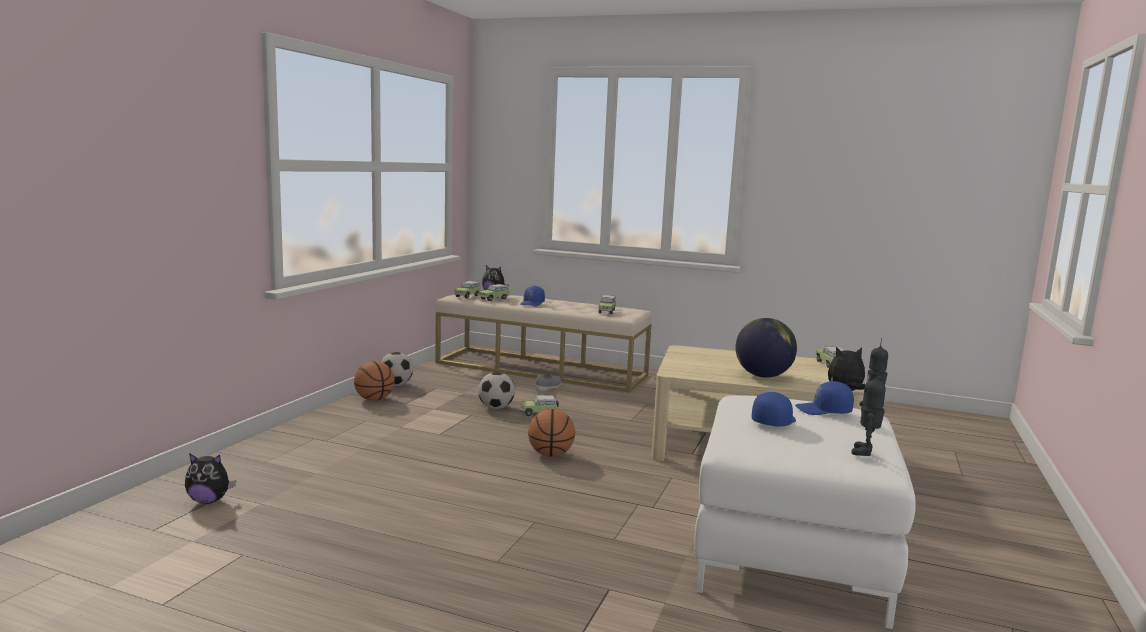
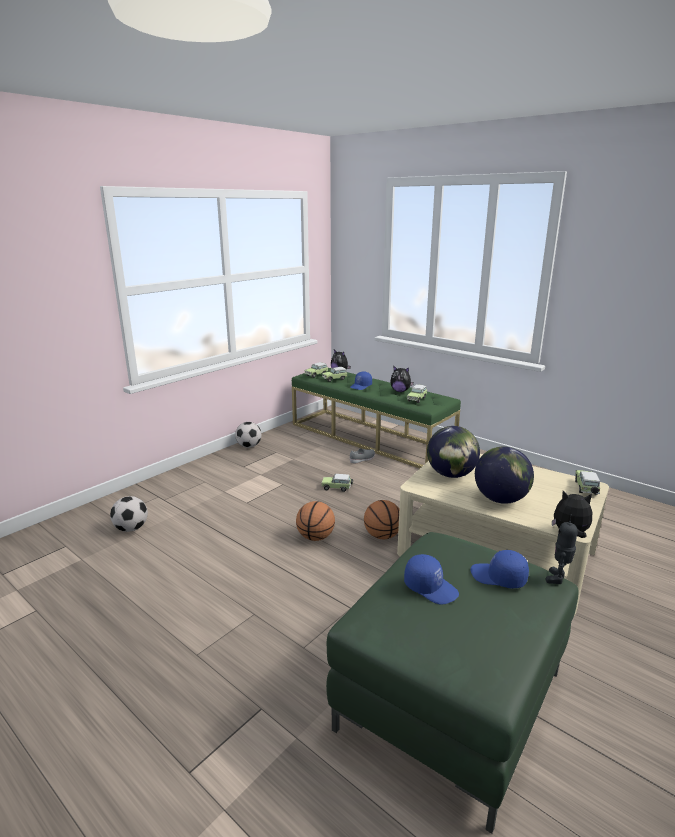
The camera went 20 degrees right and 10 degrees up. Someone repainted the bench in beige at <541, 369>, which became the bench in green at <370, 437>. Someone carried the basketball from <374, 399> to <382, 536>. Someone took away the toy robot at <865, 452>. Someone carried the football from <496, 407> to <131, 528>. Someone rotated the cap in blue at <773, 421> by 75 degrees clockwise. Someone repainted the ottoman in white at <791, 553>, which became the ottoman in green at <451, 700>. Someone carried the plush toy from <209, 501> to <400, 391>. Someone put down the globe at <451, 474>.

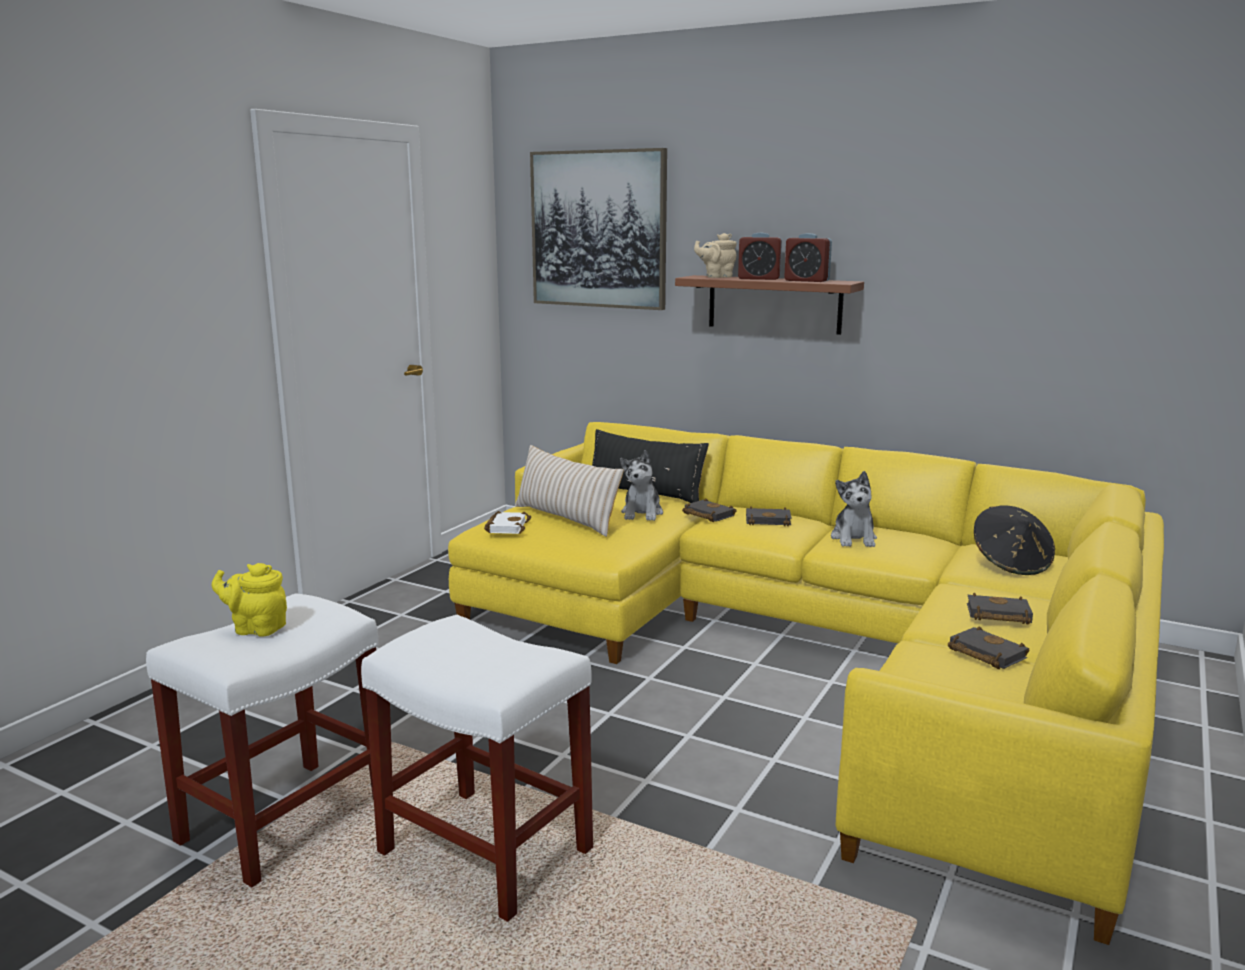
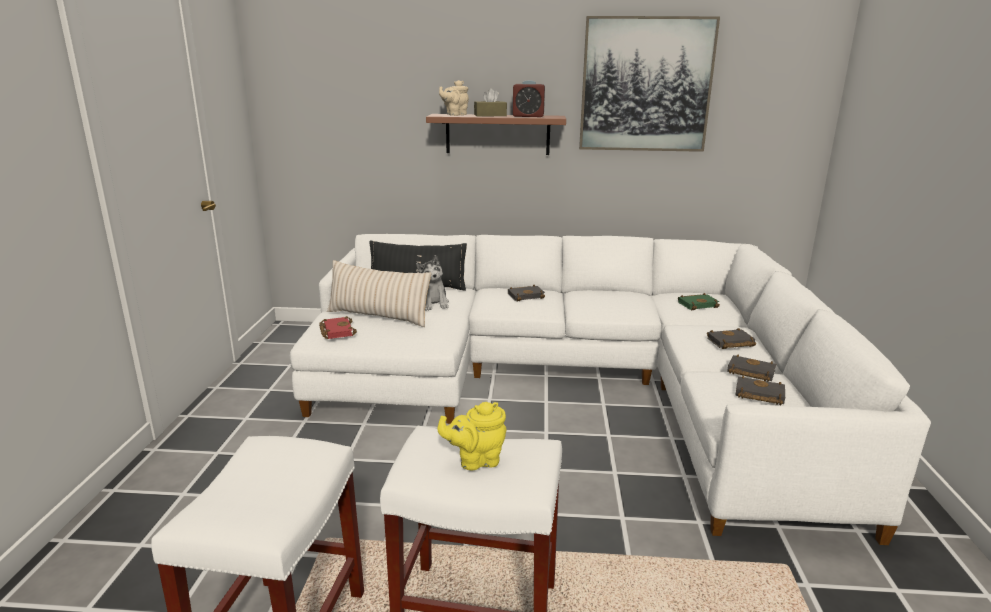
The camera went 25 degrees left and 5 degrees up. Someone carried the picture from <598, 229> to <646, 85>. Someone swapped the alarm clock at <759, 278> for the tissue box in brown at <490, 115>. Someone repainted the sofa in yellow at <813, 652>, which became the sofa in white at <576, 384>. Someone took away the plush toy at <854, 538>. Someone carried the book in black from <706, 515> to <758, 395>. Someone swapped the hat in black at <1011, 564> for the book in green at <697, 304>. Someone repainted the book in white at <506, 527>, which became the book in red at <336, 331>. Someone carried the teapot in yellow from <256, 628> to <476, 460>.

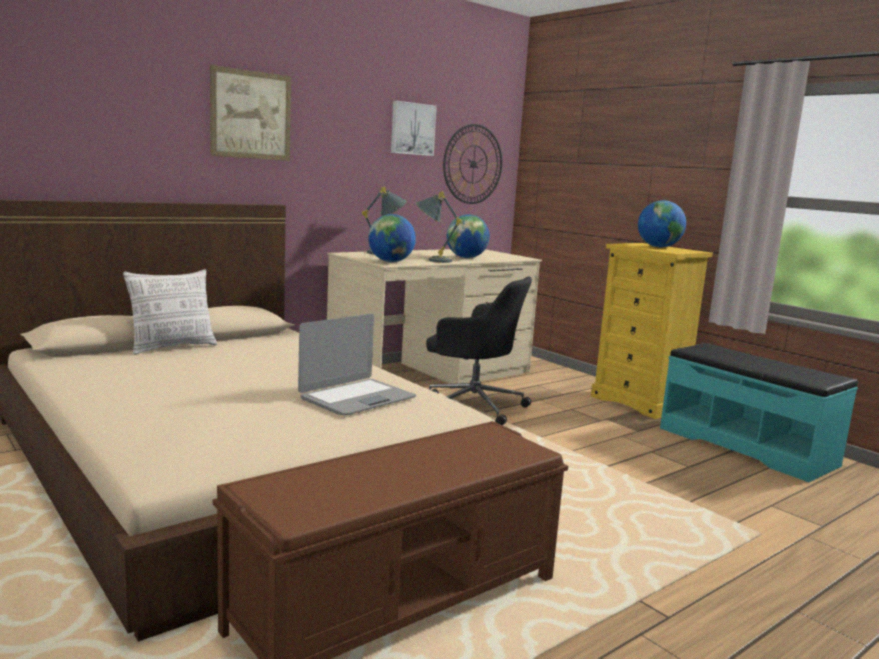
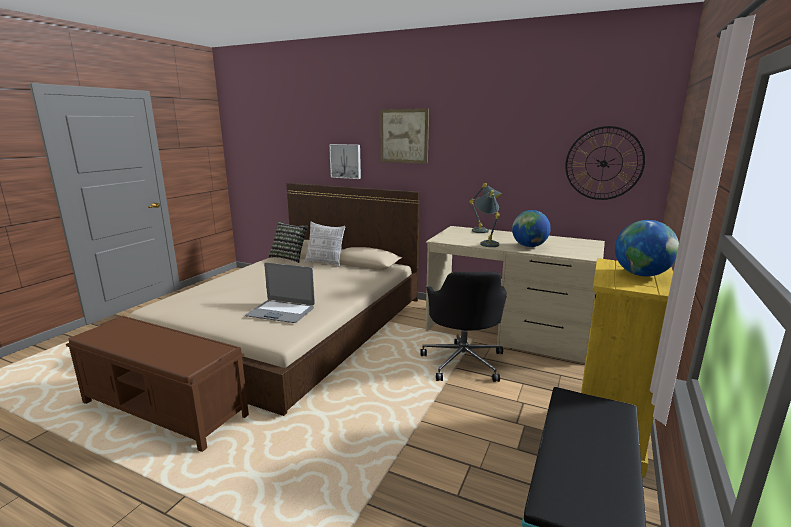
The camera went 65 degrees right and 5 degrees up. Someone carried the picture from <412, 129> to <346, 161>. Someone took away the globe at <390, 262>. Someone put down the pillow at <289, 257>.

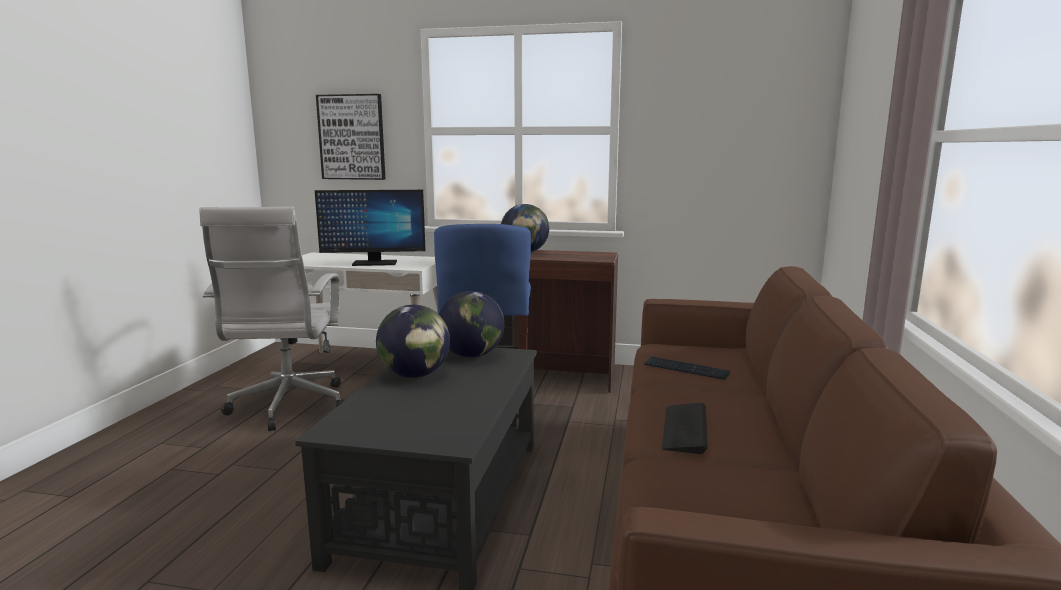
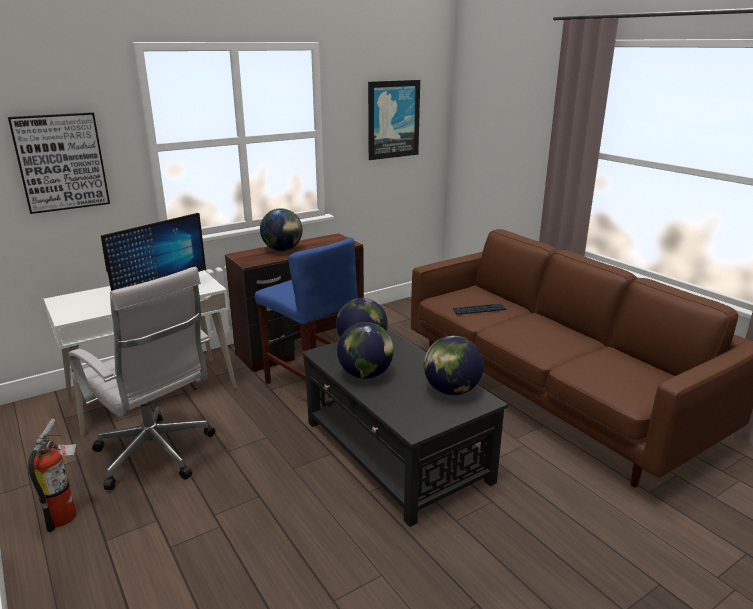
The camera went 45 degrees left and 10 degrees up. Someone took away the keyboard at <685, 429>. Someone put up the picture at <393, 119>. Someone put down the globe at <451, 390>. Someone put down the fire extinguisher at <66, 514>.

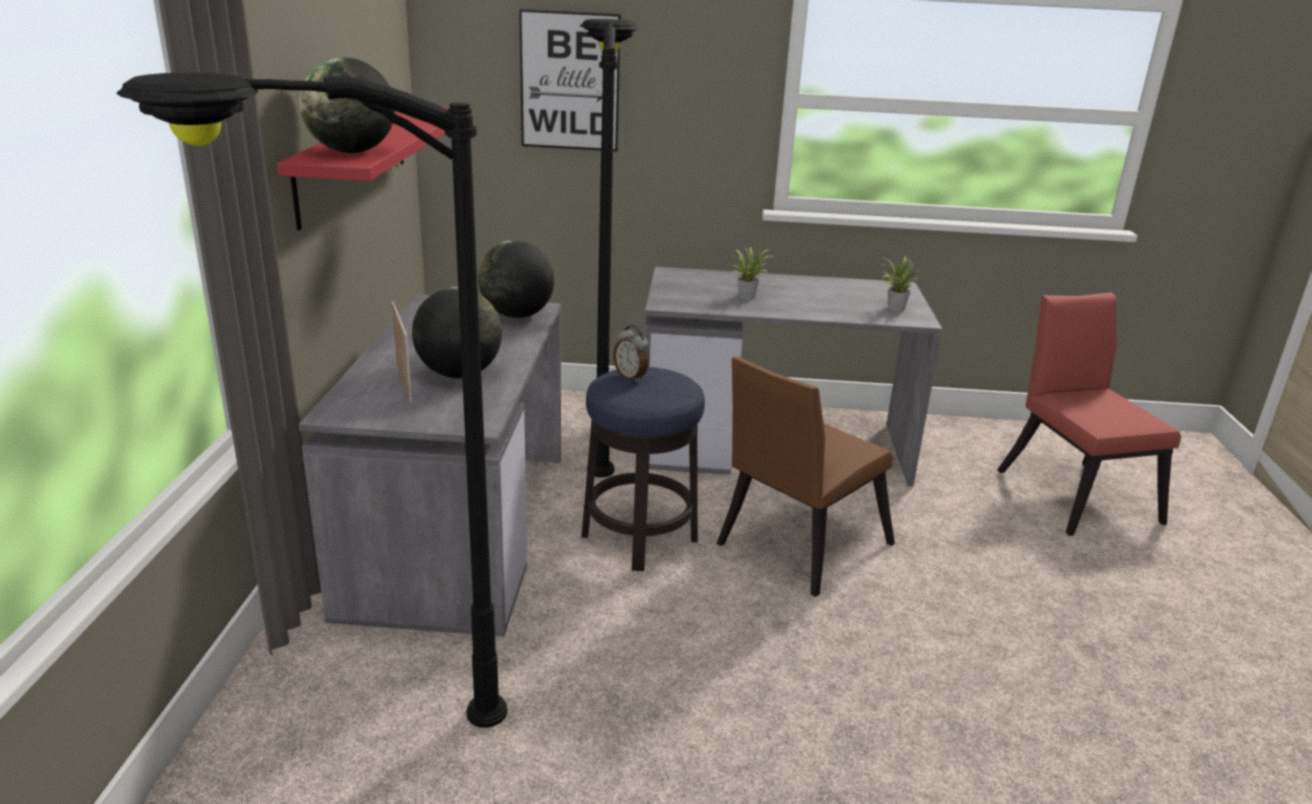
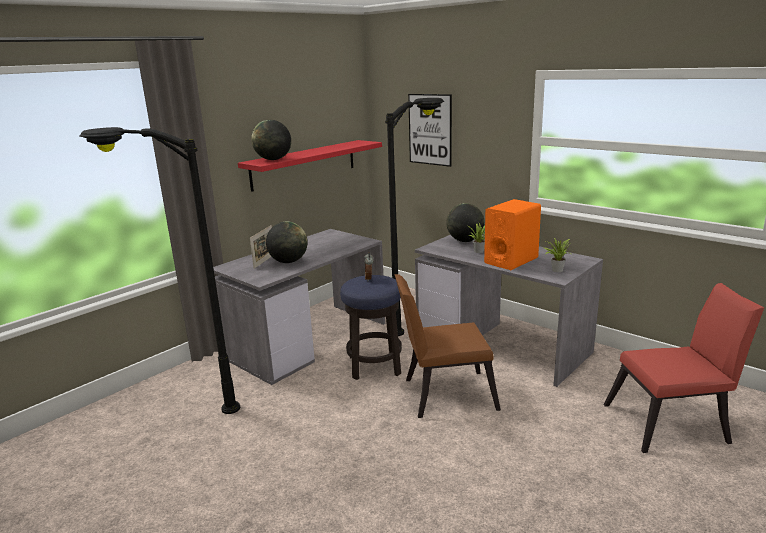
The camera went 40 degrees right and 5 degrees down. Someone carried the globe from <517, 315> to <465, 241>. Someone rotated the chair in red at <1073, 492> by 60 degrees clockwise. Someone put down the speaker in orange at <511, 260>.

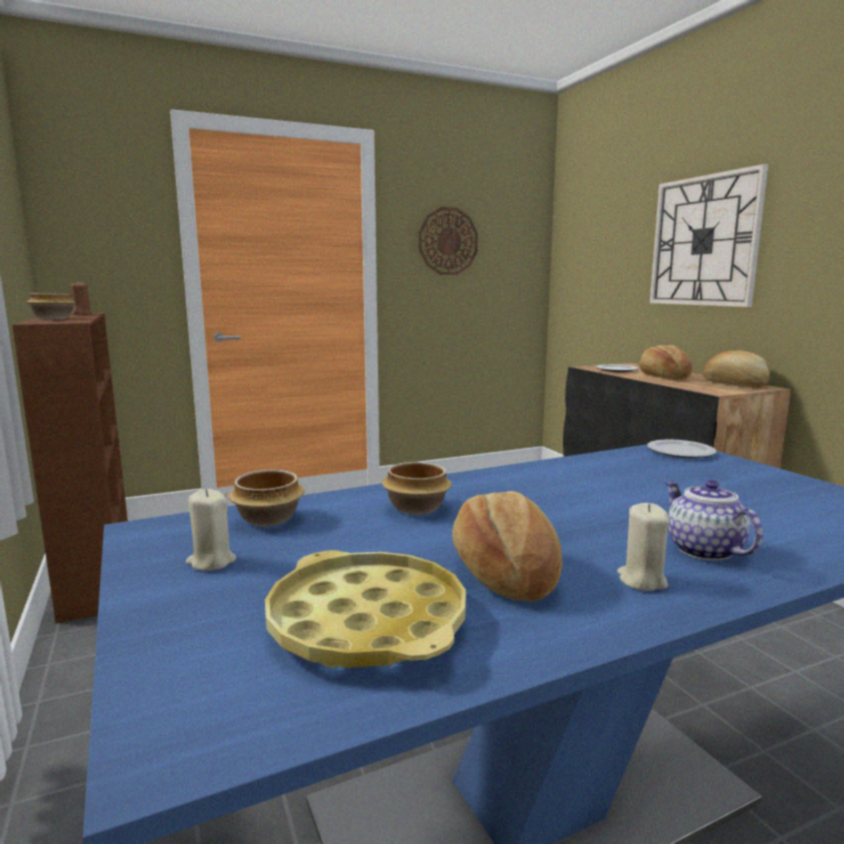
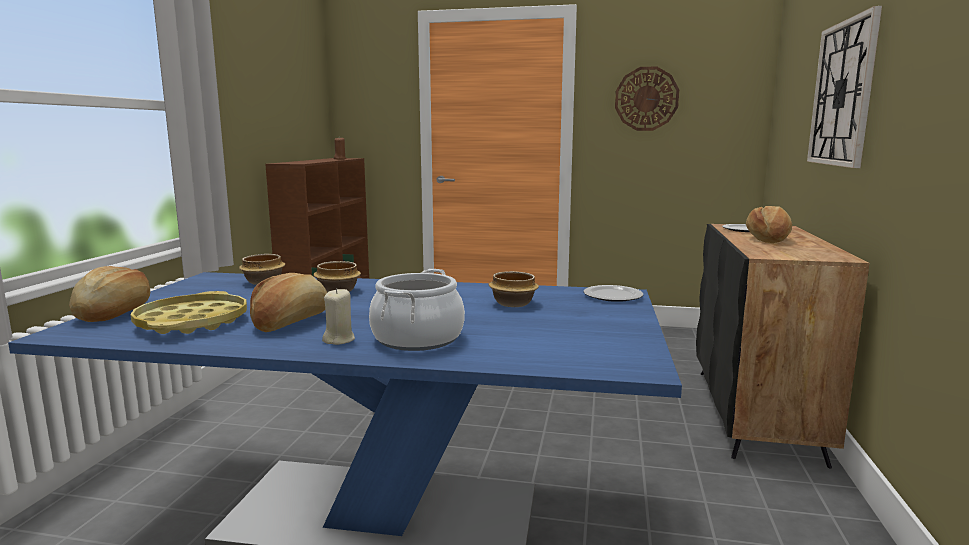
The camera went 35 degrees right and 0 degrees up. Someone carried the bowl from <52, 319> to <512, 303>. Someone carried the bread from <734, 384> to <114, 313>. Someone swapped the teapot at <702, 549> for the cooking pot at <417, 338>. Someone took away the candle in beige at <211, 561>.

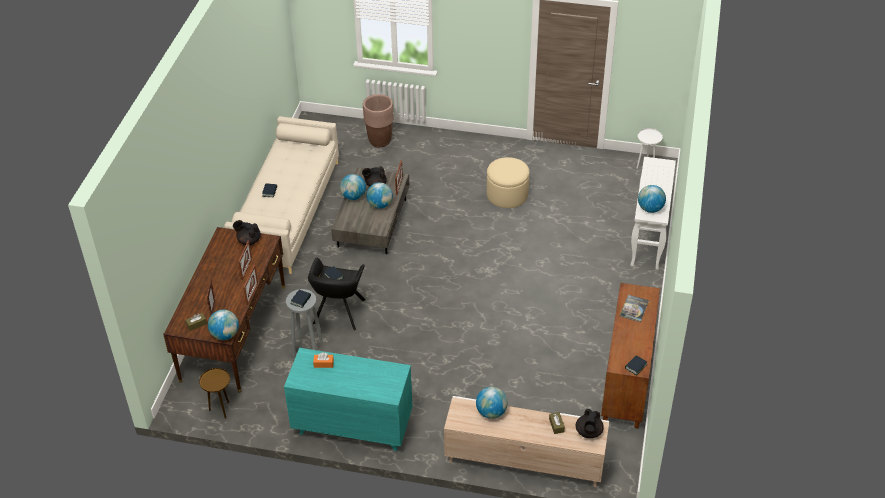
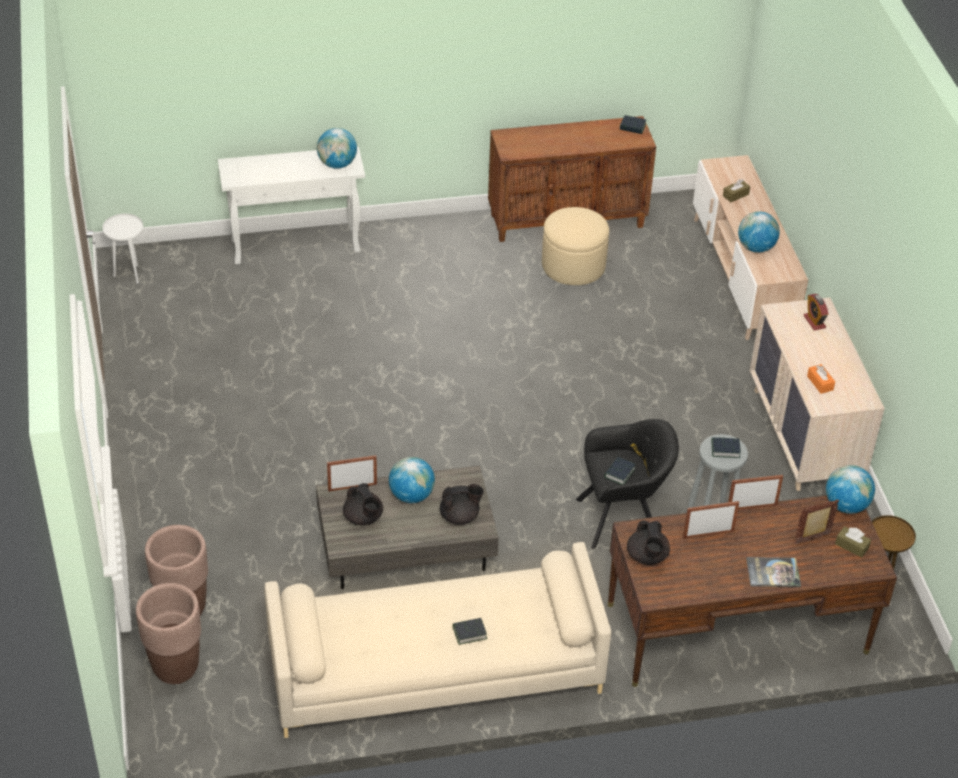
The camera went 115 degrees left and 0 degrees up. Someone carried the ottoman in beige from <507, 194> to <573, 265>. Someone took away the globe at <353, 197>. Someone carried the book from <634, 309> to <773, 573>. Someone repainted the dresser in turquoise at <352, 426>, which became the dresser in beige at <804, 436>. Someone carried the teapot in black from <588, 432> to <460, 516>. Someone put down the alarm clock at <814, 321>. Someone put down the planter in brown at <175, 667>.

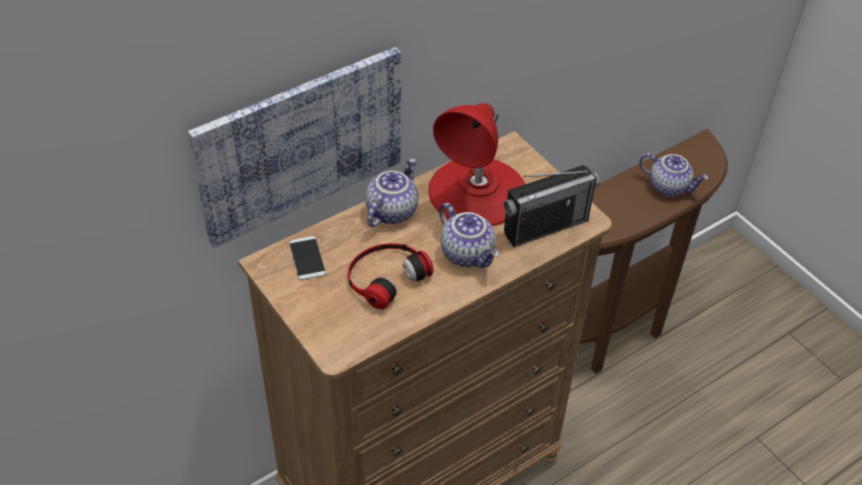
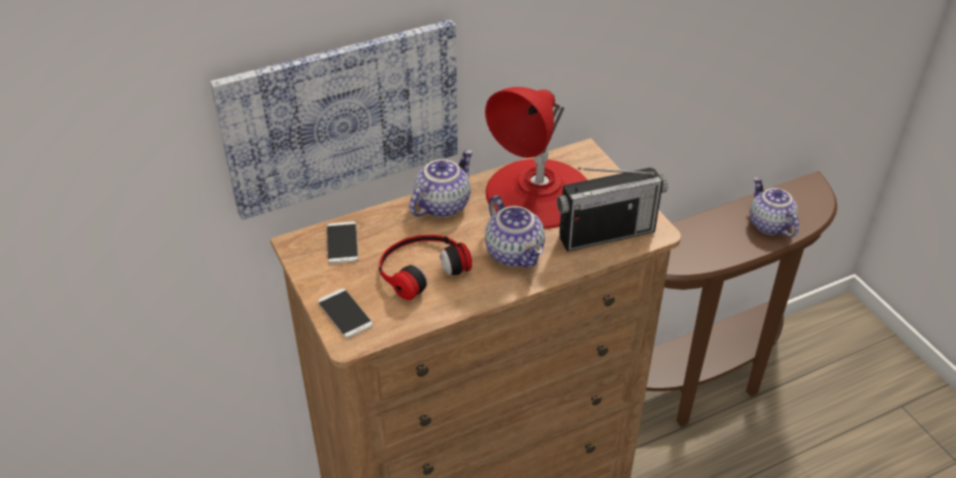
The camera went 10 degrees right and 5 degrees down. Someone rotated the teapot at <669, 187> by 150 degrees counterclockwise. Someone put down the phone at <345, 313>.

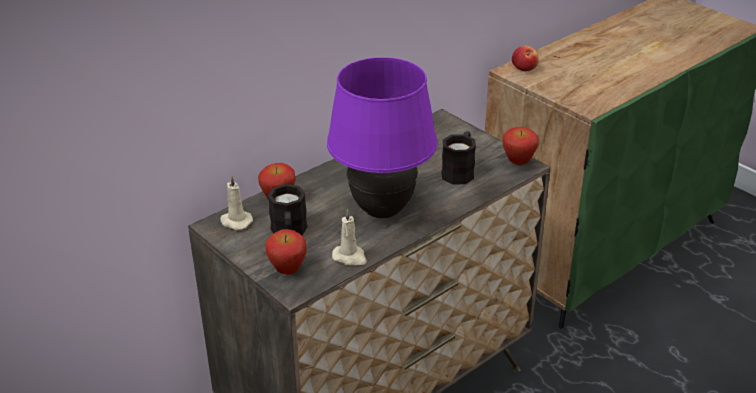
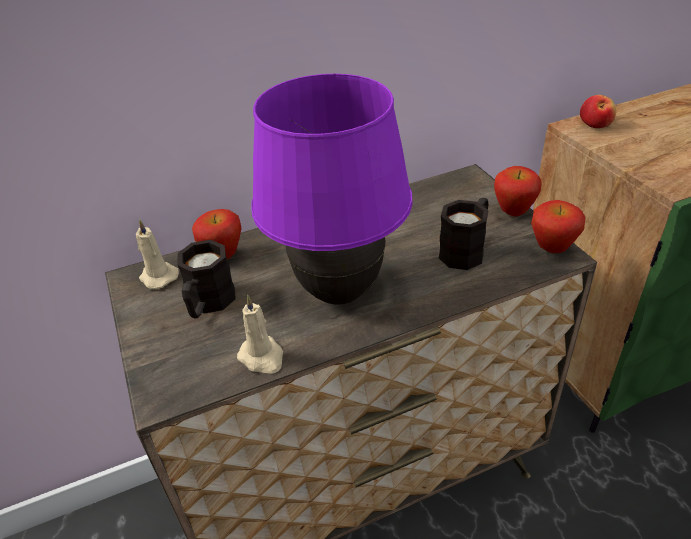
The camera went 20 degrees right and 5 degrees up. Someone carried the apple from <287, 270> to <513, 212>.

